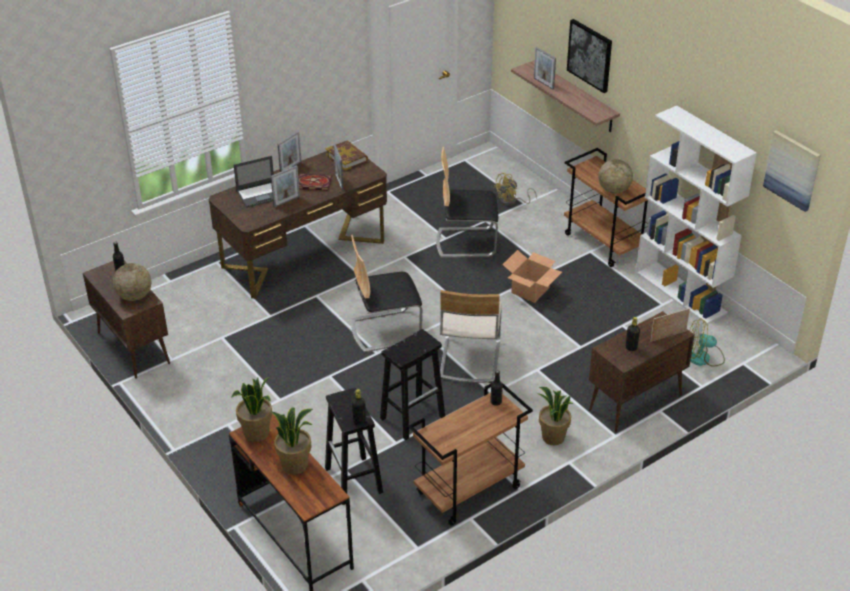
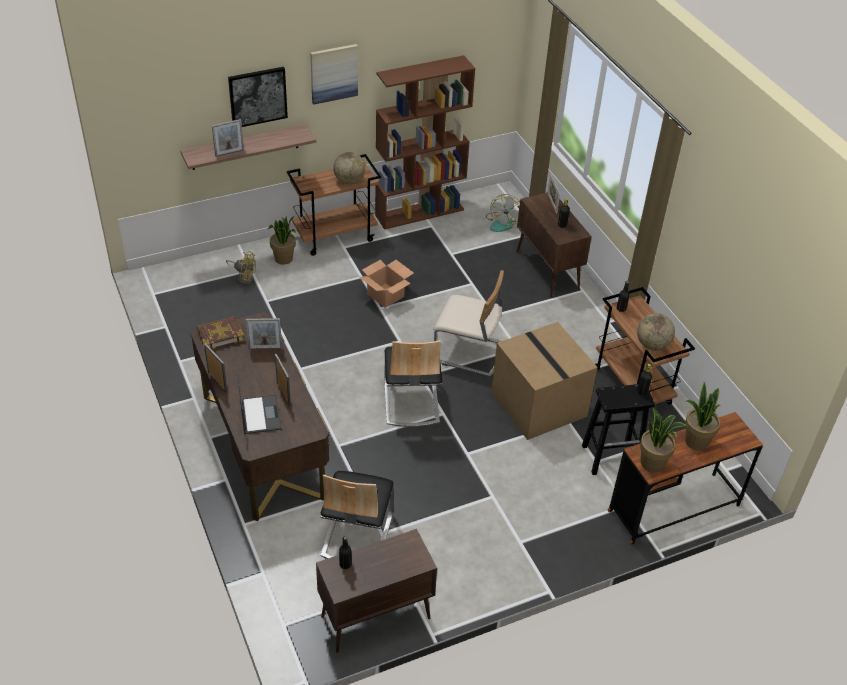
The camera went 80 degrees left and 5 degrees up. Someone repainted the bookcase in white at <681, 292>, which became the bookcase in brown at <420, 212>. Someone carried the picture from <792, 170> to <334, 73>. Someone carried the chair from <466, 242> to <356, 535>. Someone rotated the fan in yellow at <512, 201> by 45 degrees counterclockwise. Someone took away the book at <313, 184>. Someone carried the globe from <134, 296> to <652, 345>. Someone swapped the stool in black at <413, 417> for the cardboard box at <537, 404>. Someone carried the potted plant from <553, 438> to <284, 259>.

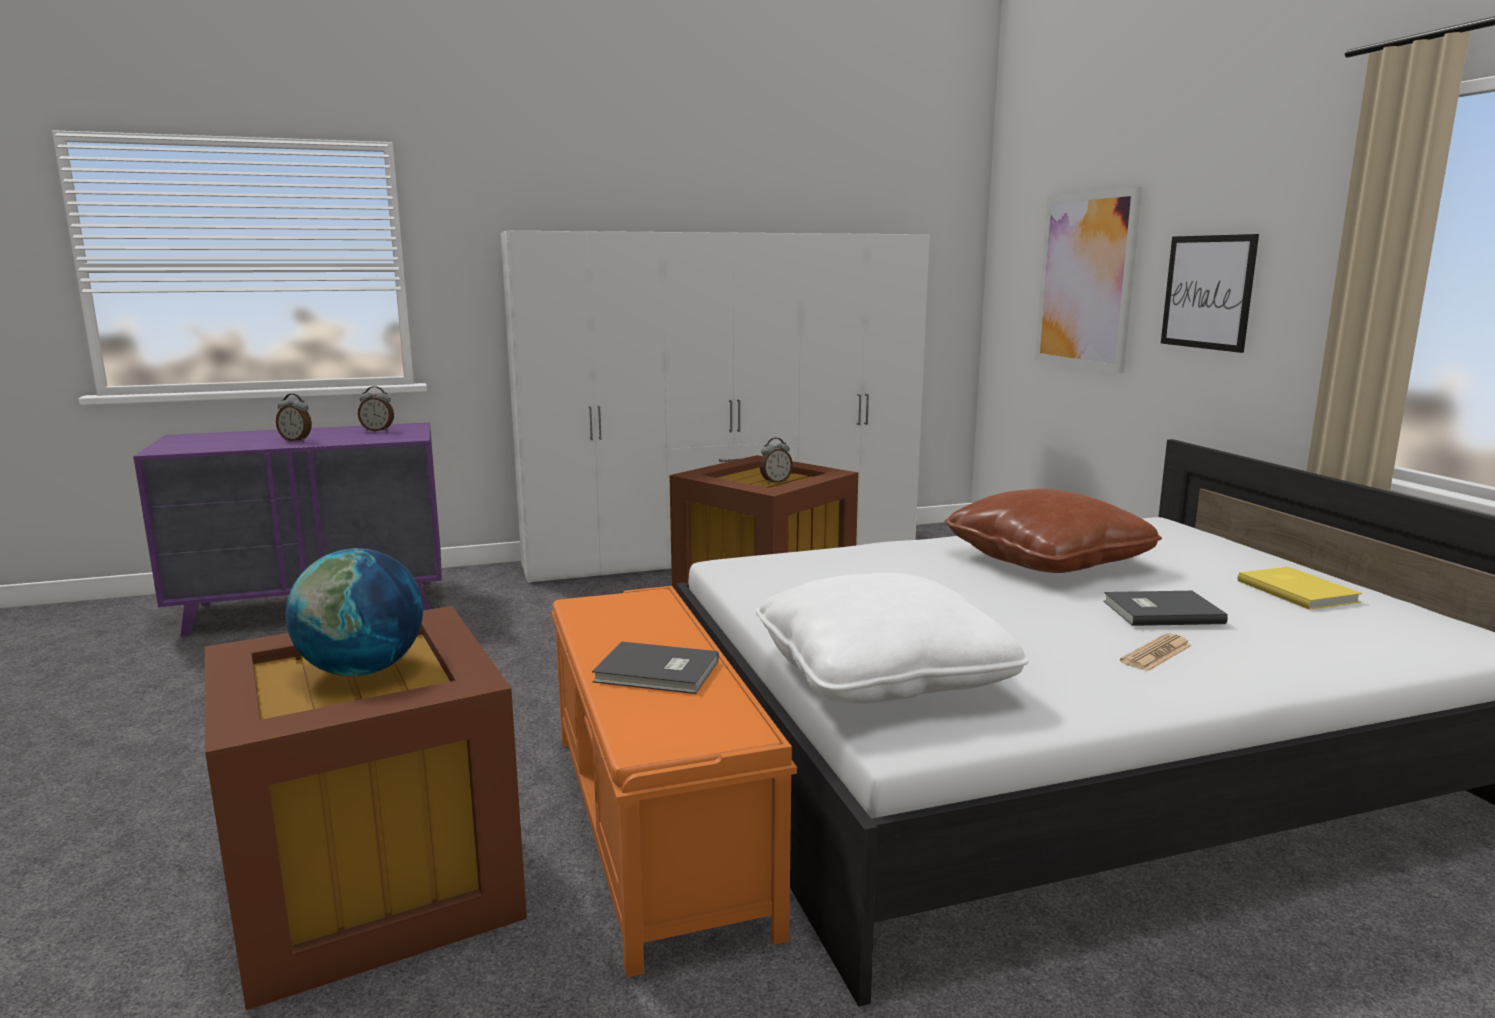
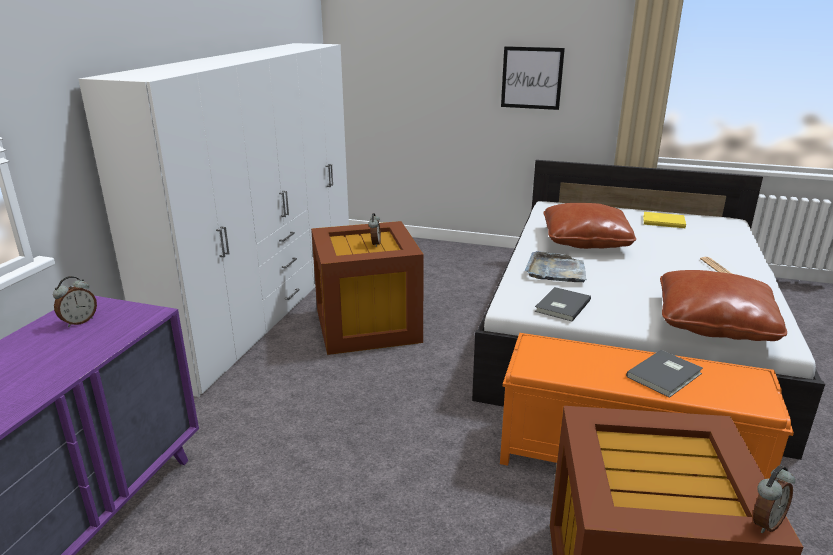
The camera went 55 degrees left and 10 degrees up. Someone took away the picture at <1086, 280>. Someone carried the alarm clock from <296, 440> to <765, 522>. Someone took away the globe at <362, 670>. Someone repainted the pillow in white at <881, 676>, which became the pillow in brown at <713, 323>. Someone carried the book in grey from <1160, 611> to <561, 306>. Someone put down the tray in grey at <556, 270>.

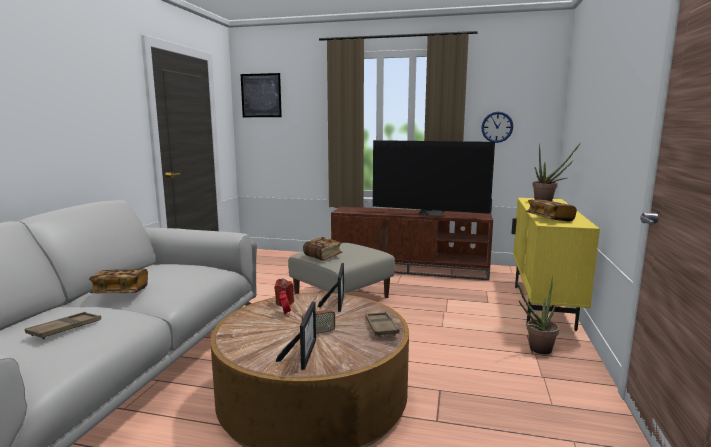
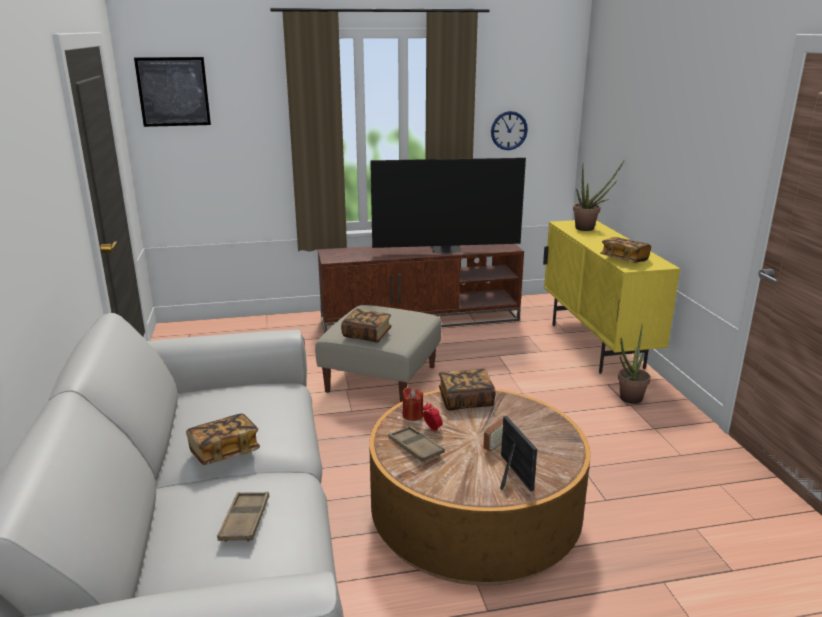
The camera went 25 degrees left and 10 degrees up. Someone swapped the picture frame at <336, 302> for the book at <465, 400>. Someone carried the tray in brown from <381, 327> to <415, 448>.

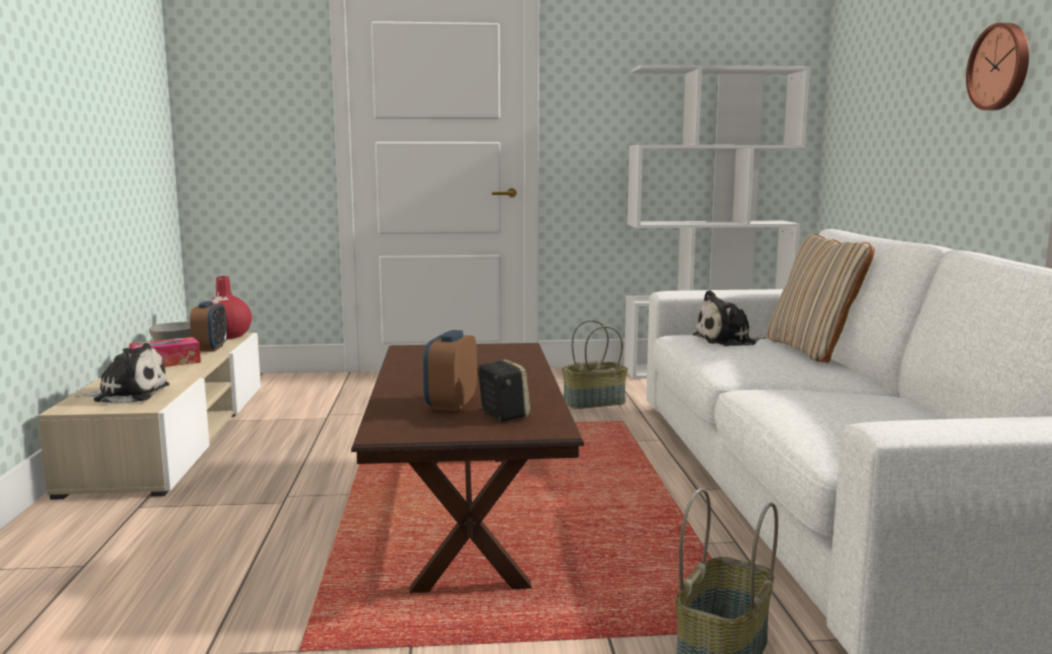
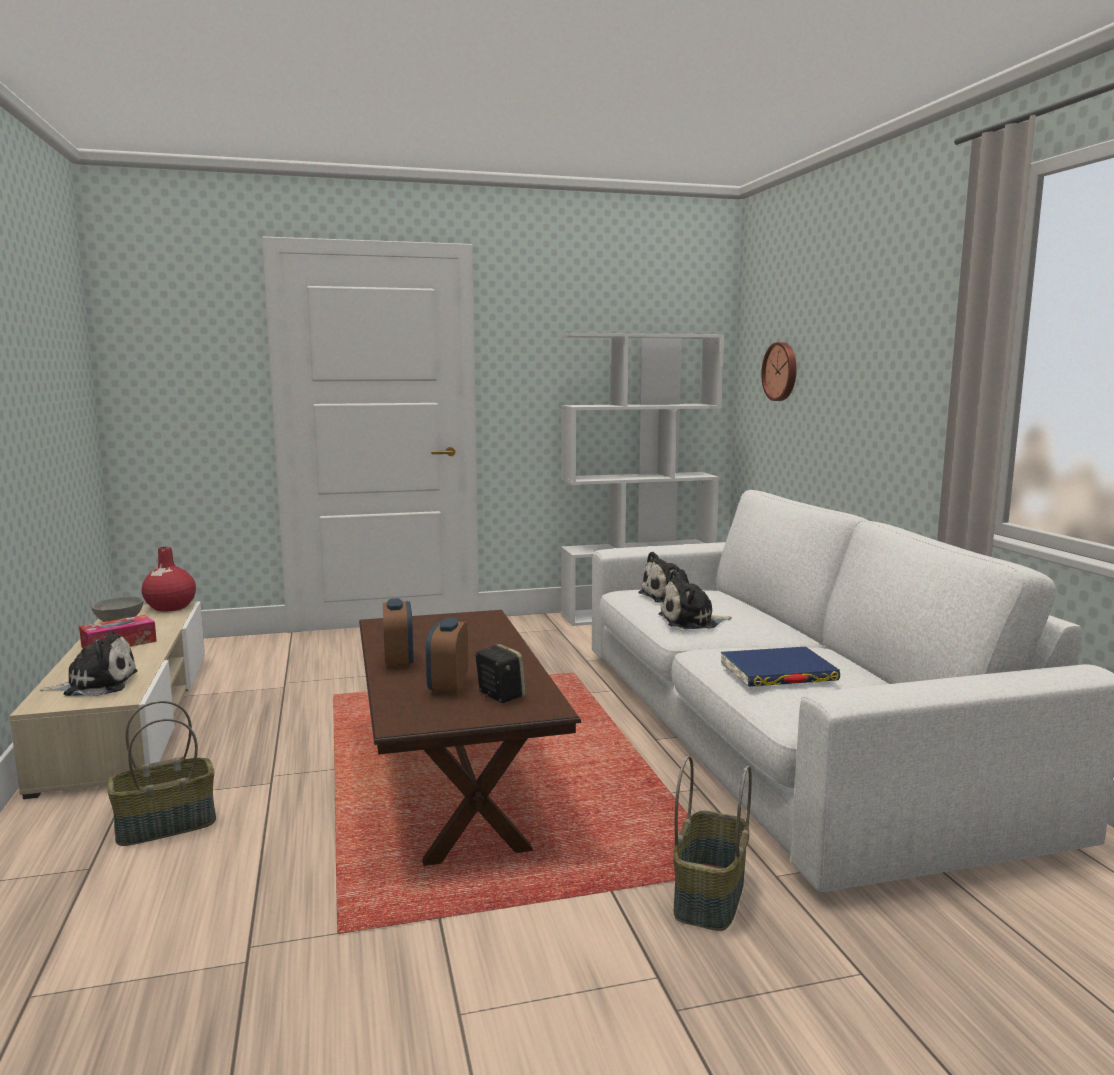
The camera went 10 degrees left and 0 degrees up. Someone carried the wall clock from <1001, 67> to <781, 371>. Someone took away the pillow in beige at <812, 350>. Someone carried the alarm clock from <210, 348> to <399, 661>. Someone carried the basket from <594, 403> to <165, 826>. Someone put down the plush toy at <691, 621>. Someone put down the book in blue at <778, 673>.

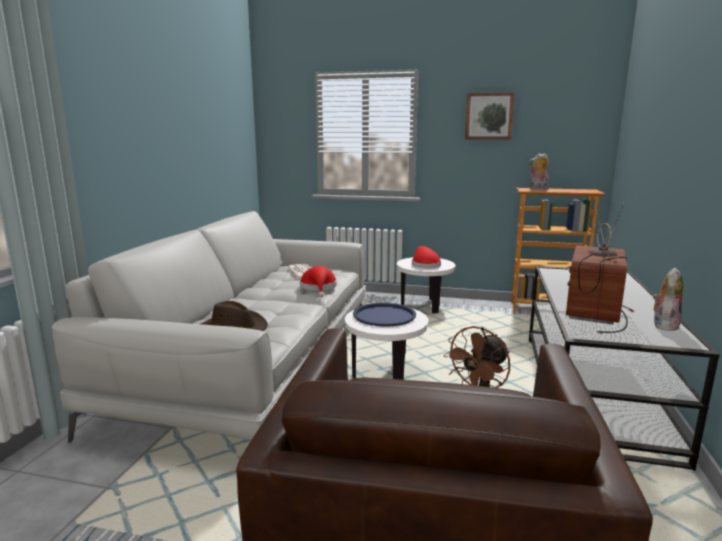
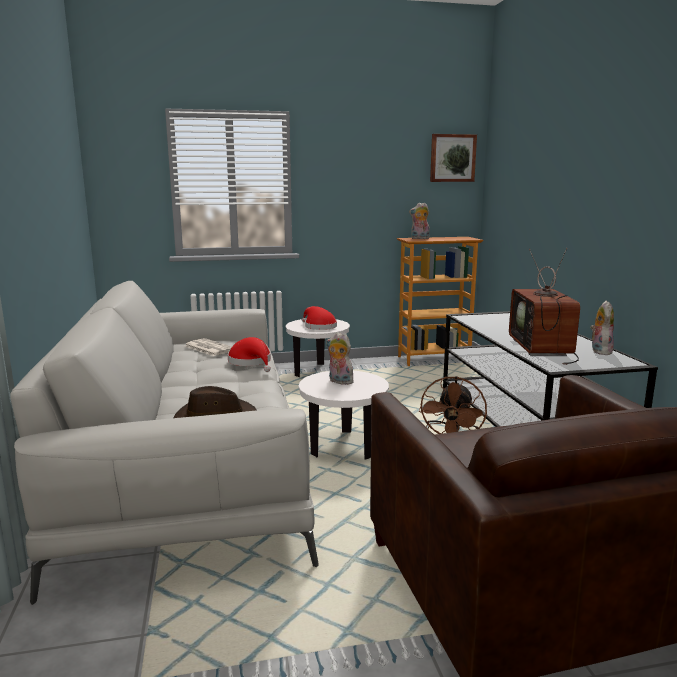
The camera went 25 degrees left and 0 degrees up. Someone carried the picture from <489, 116> to <452, 158>. Someone swapped the tray in blue at <384, 315> for the plush toy at <339, 381>.

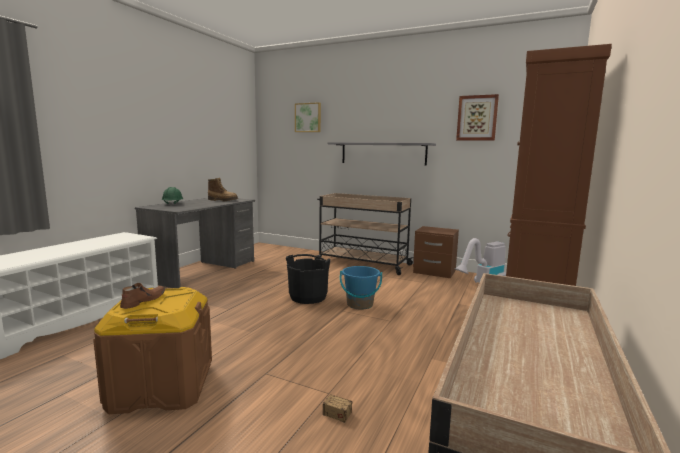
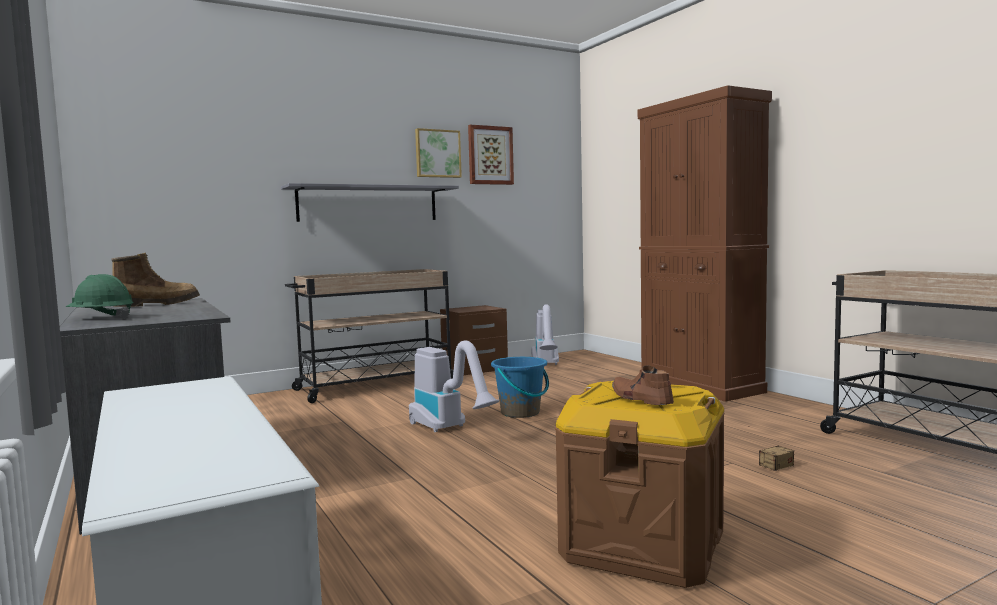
The camera went 55 degrees left and 5 degrees down. Someone carried the picture from <308, 117> to <437, 153>. Someone swapped the bucket in black at <308, 297> for the vacuum cleaner at <449, 429>.

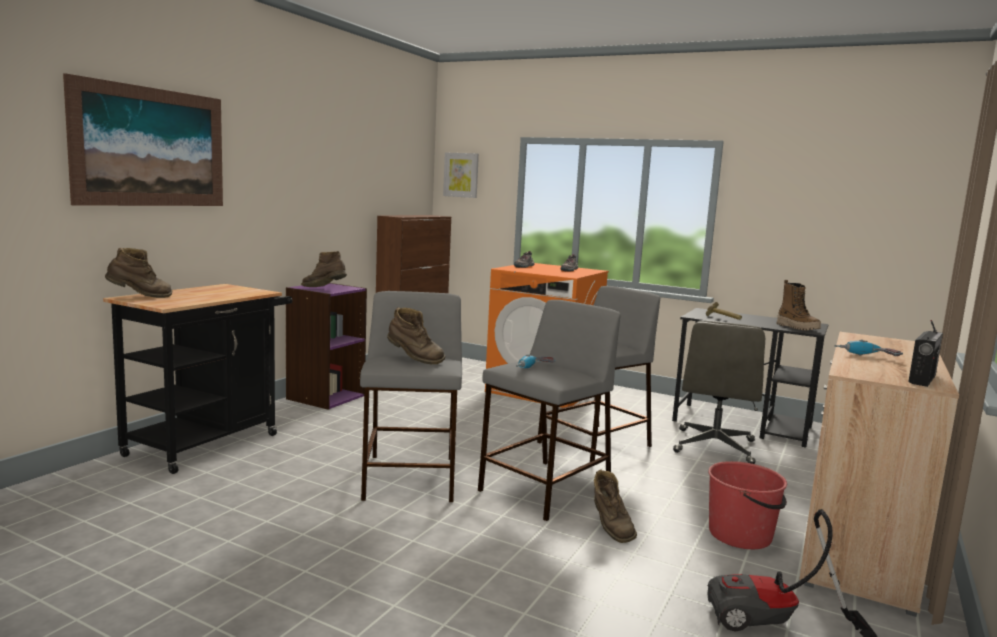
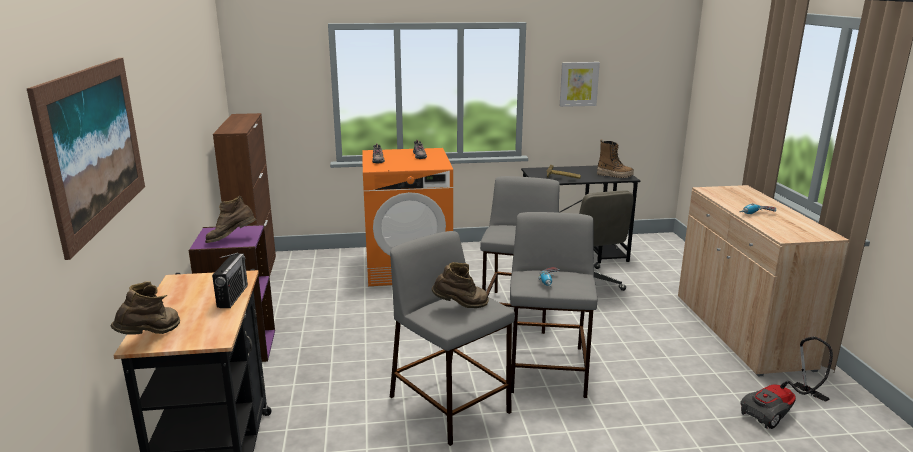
The camera went 35 degrees left and 10 degrees up. Someone carried the picture from <461, 175> to <578, 84>. Someone carried the radio from <922, 379> to <232, 296>. Someone took away the bucket in red at <741, 535>. Someone took away the boot in brown at <610, 528>.

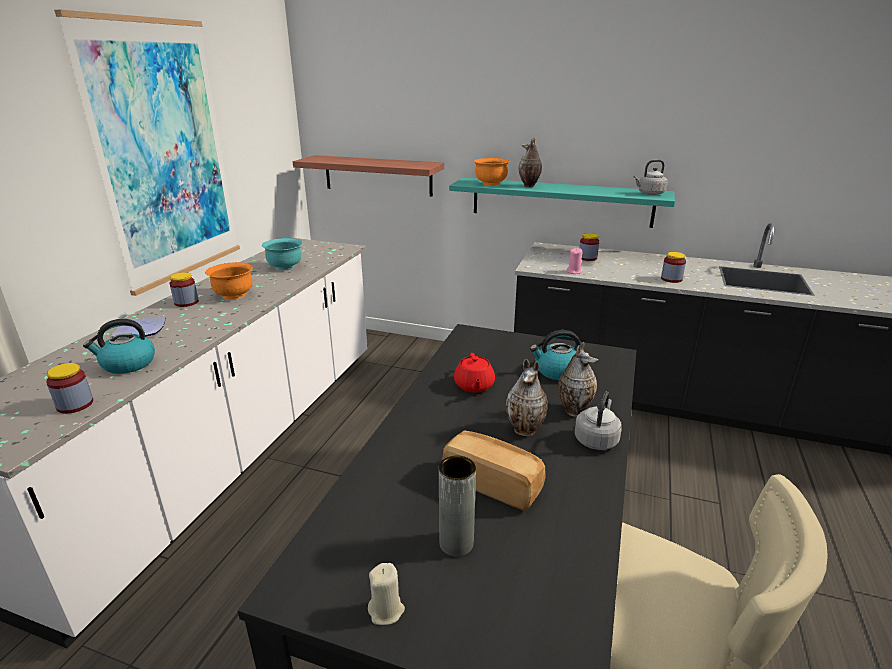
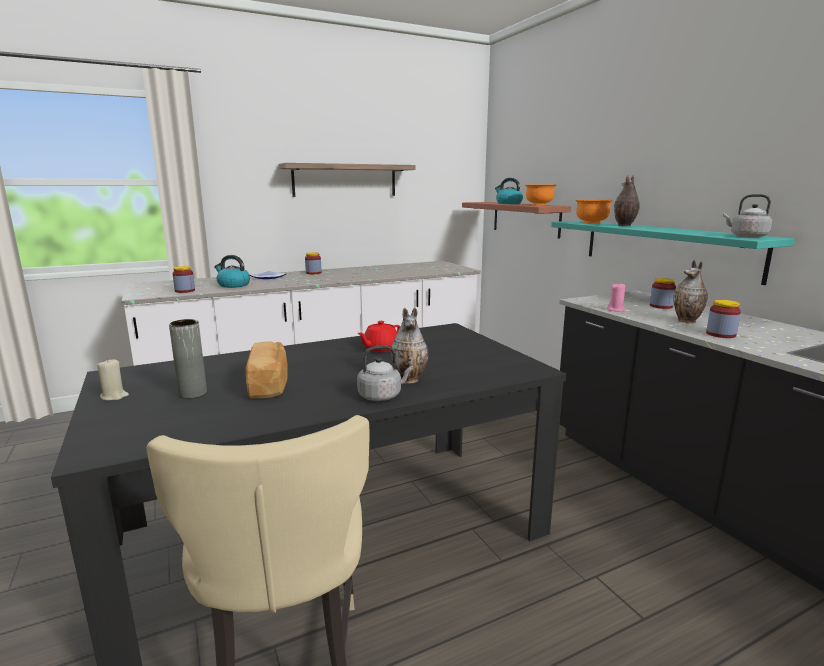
The camera went 45 degrees right and 10 degrees down. Someone swapped the picture at <164, 154> for the shelf at <345, 180>. Someone took away the bowl in turquoise at <285, 267>. Someone carried the bowl in orange from <234, 295> to <539, 205>. Someone carried the kettle from <557, 371> to <508, 203>. Someone carried the vase from <526, 430> to <688, 321>.

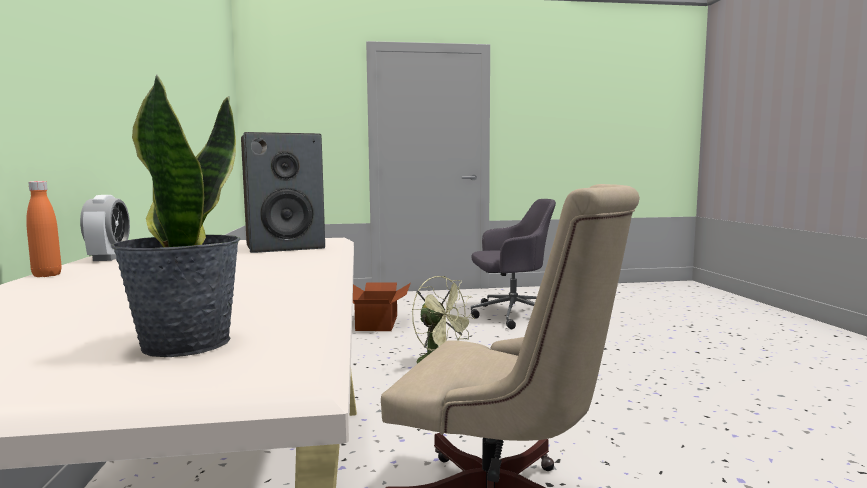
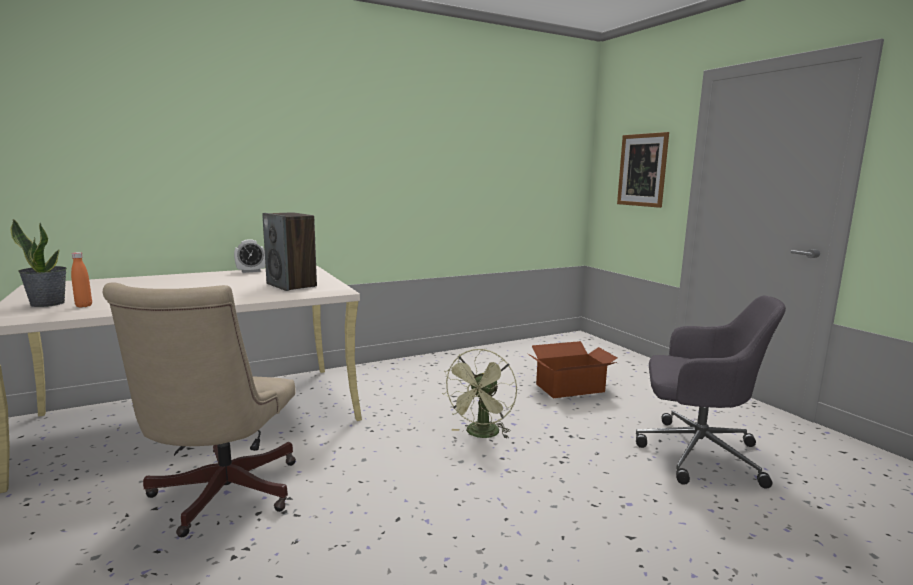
The camera went 70 degrees right and 5 degrees up. Someone carried the bottle in orange from <47, 275> to <84, 306>. Someone rotated the office chair in grey at <511, 315> by 45 degrees counterclockwise. Someone put up the picture at <642, 170>.

